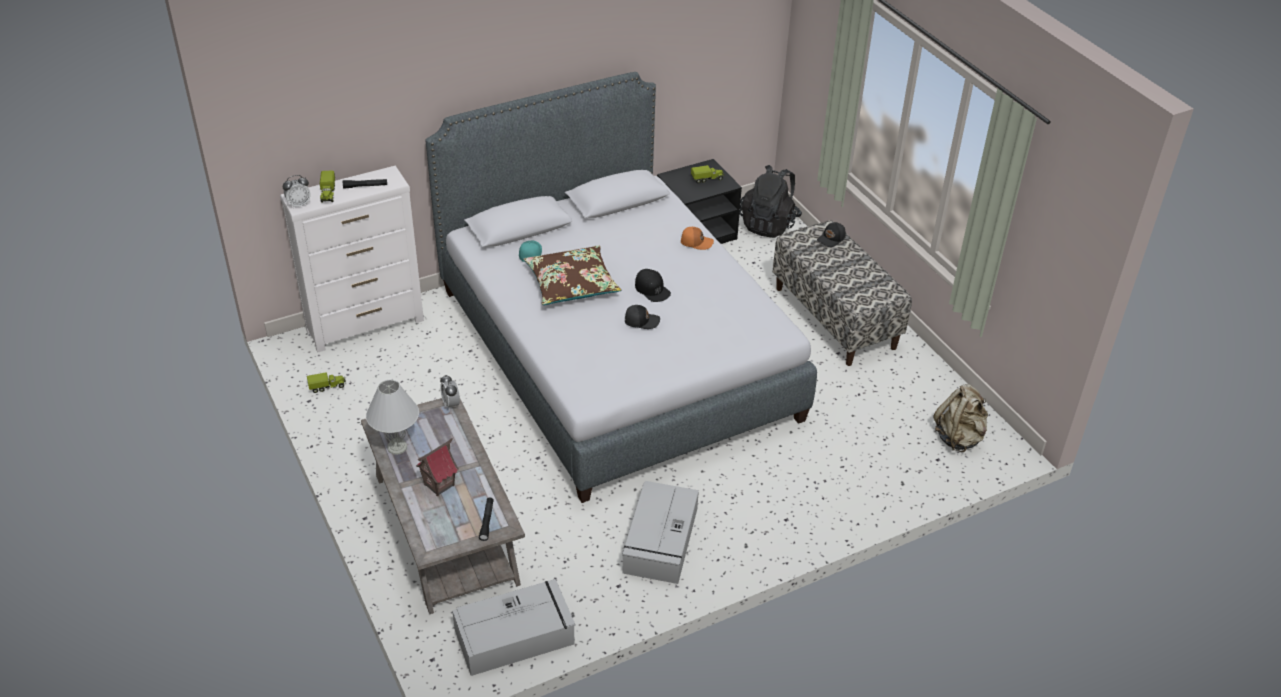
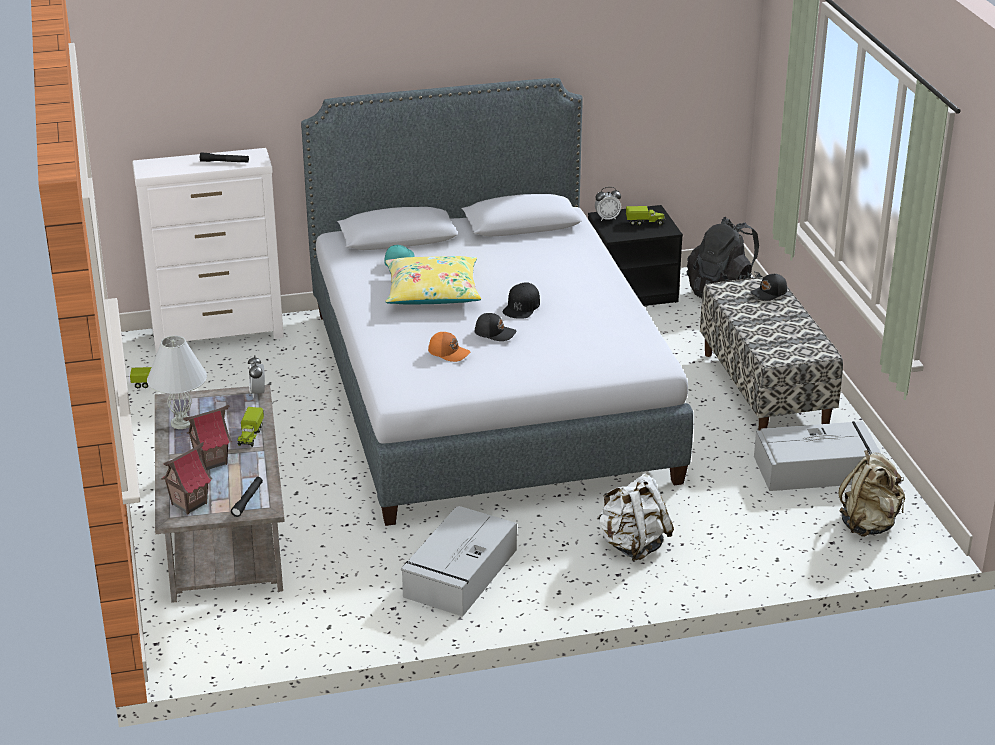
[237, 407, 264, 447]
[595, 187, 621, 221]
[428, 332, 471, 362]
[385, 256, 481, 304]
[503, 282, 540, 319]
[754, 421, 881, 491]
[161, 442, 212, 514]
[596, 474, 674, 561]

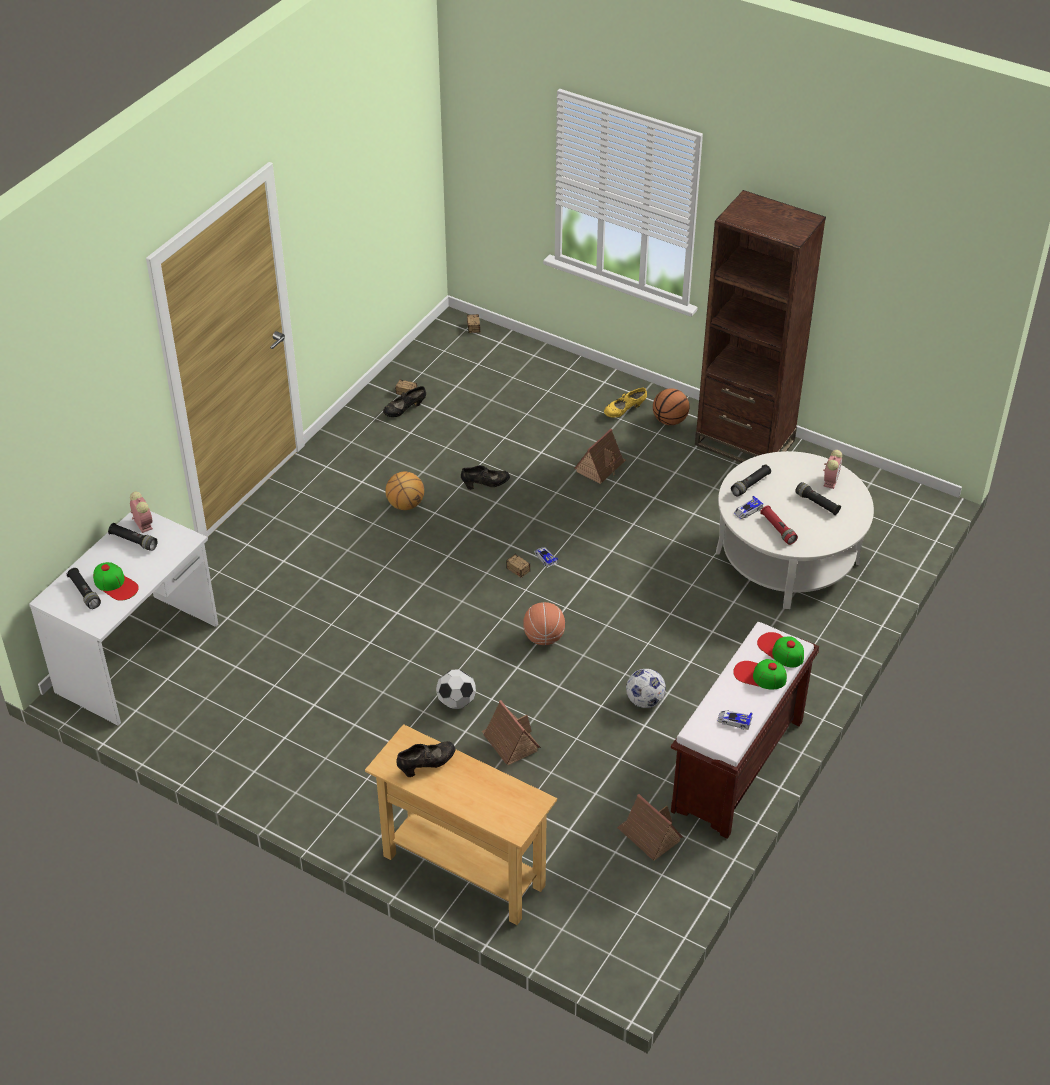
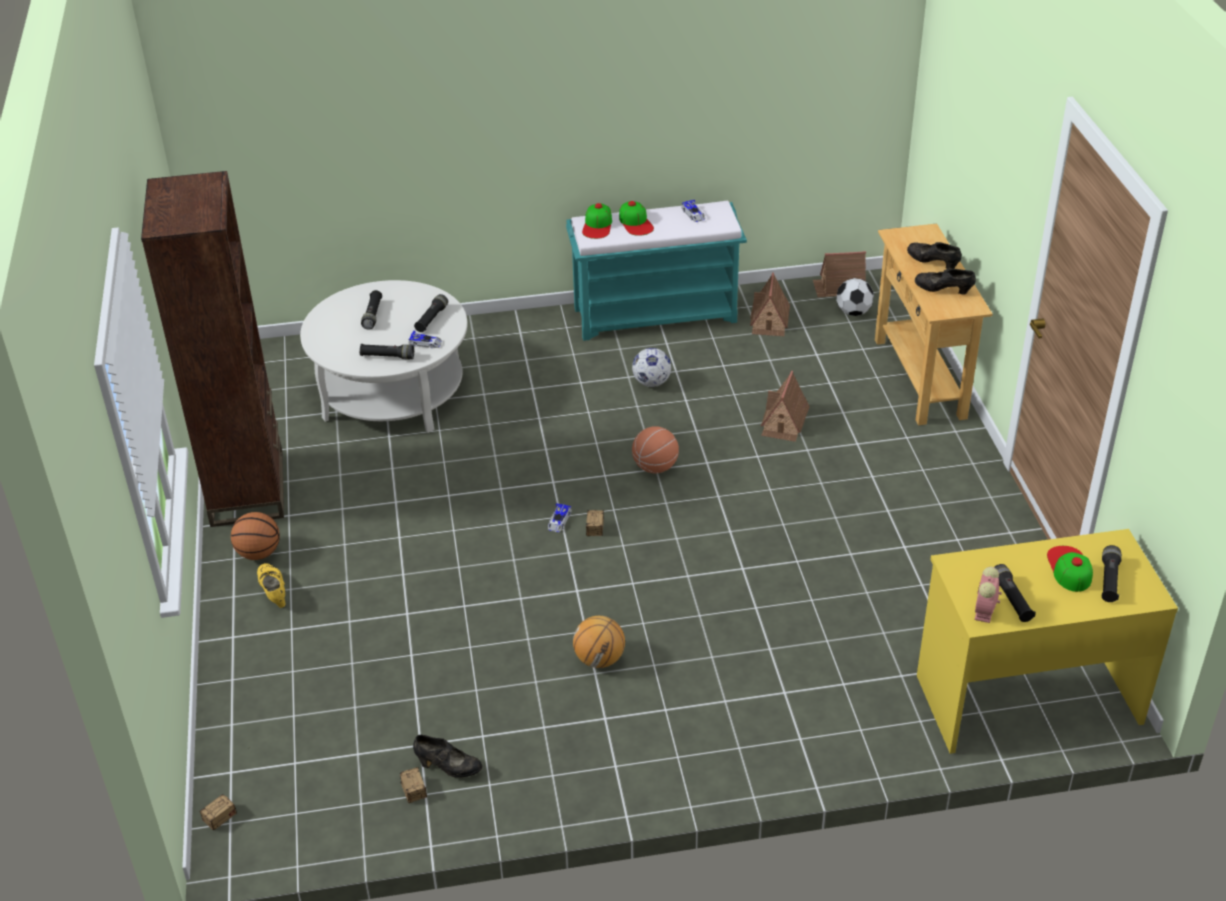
[257, 563, 286, 608]
[813, 251, 866, 297]
[823, 450, 842, 489] (first image)
[907, 242, 962, 269]
[414, 294, 448, 332]
[917, 529, 1178, 754]
[566, 201, 747, 341]
[836, 278, 874, 316]

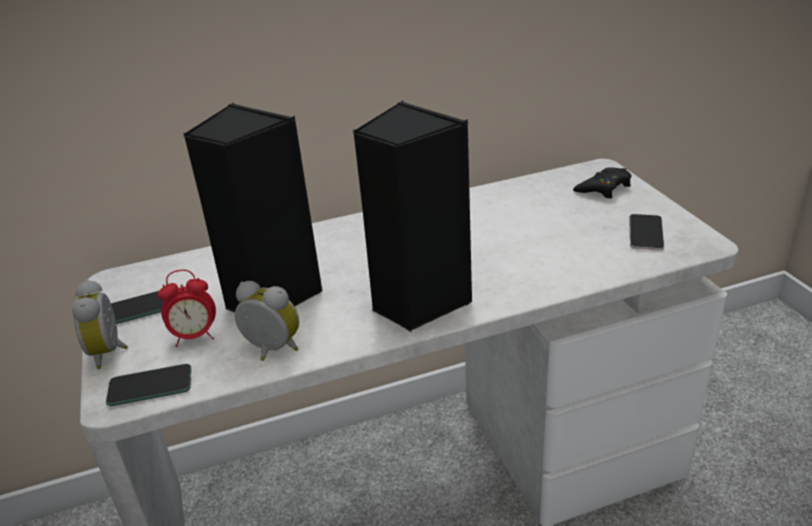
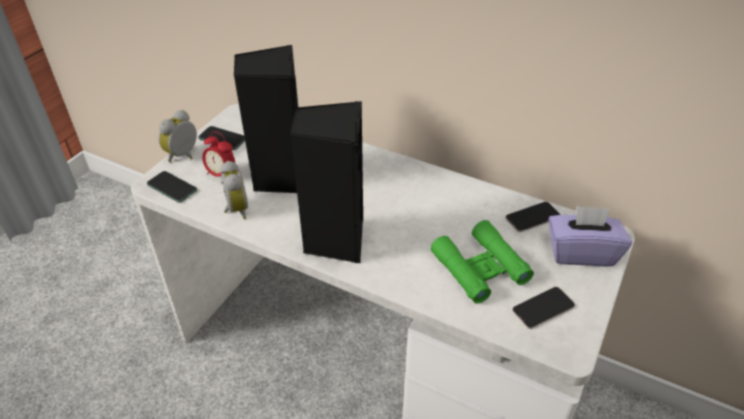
[548, 206, 632, 266]
[505, 202, 561, 232]
[431, 220, 534, 304]

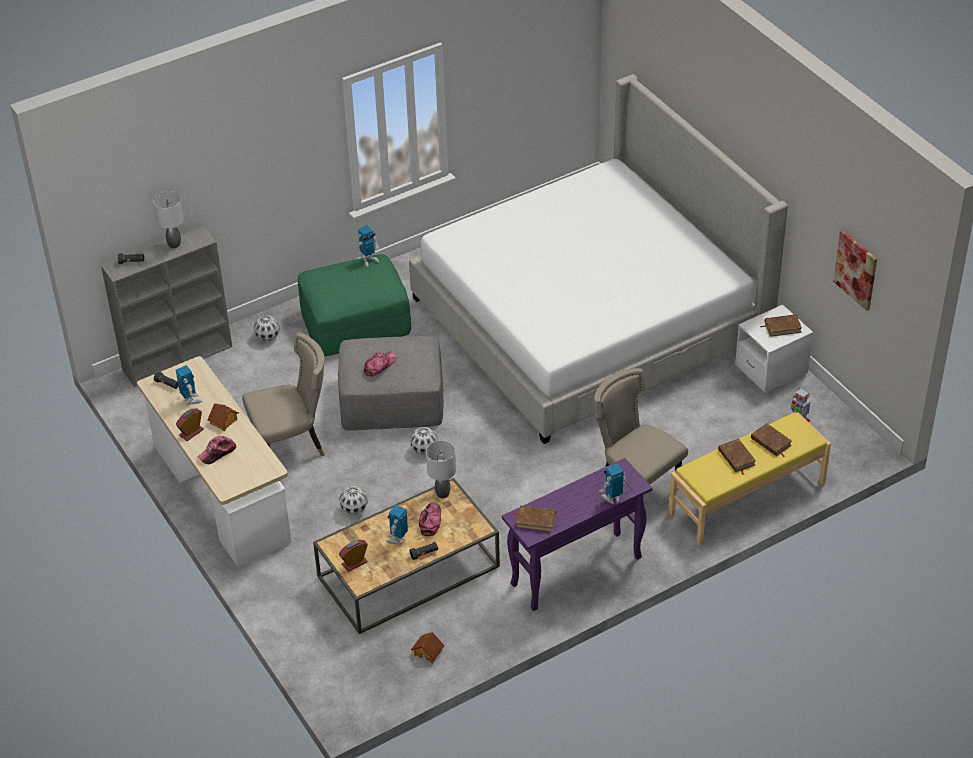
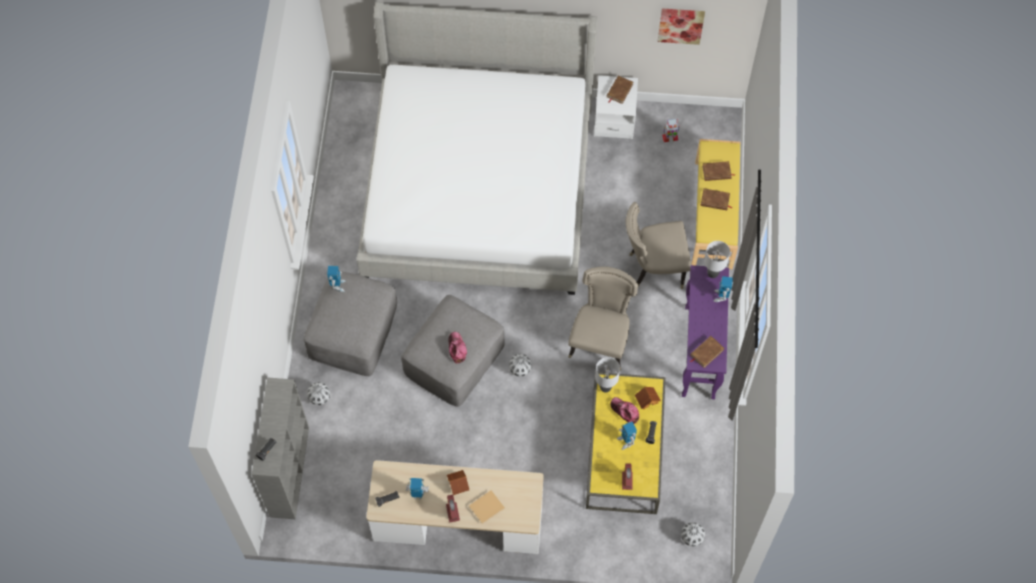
[704, 241, 730, 278]
[304, 271, 397, 376]
[568, 266, 638, 371]
[469, 490, 505, 525]
[586, 372, 666, 514]
[681, 522, 705, 547]
[635, 387, 661, 410]

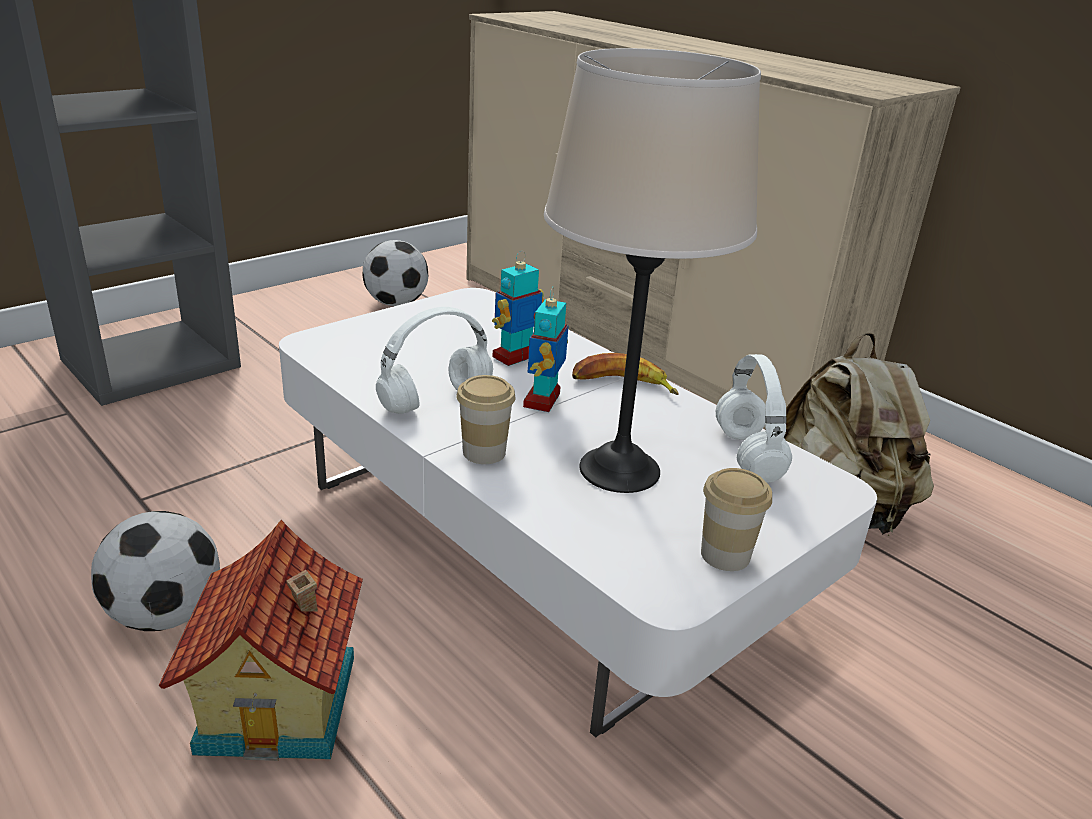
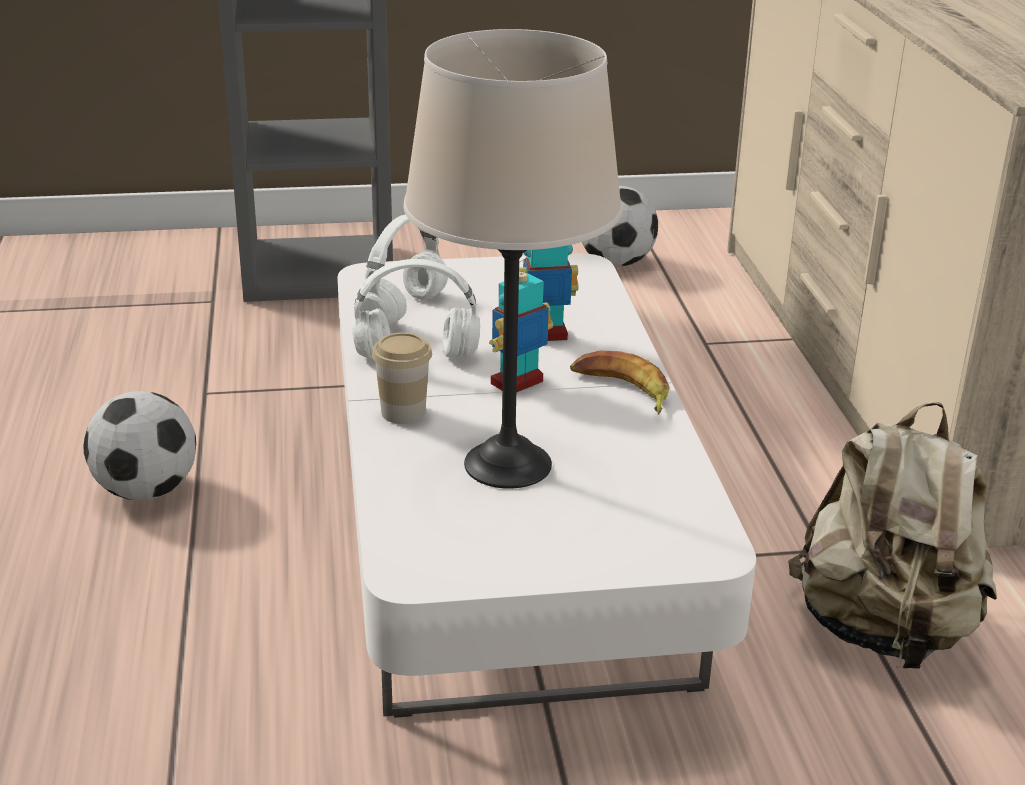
[360, 214, 448, 325]
[701, 468, 772, 571] (first image)
[159, 520, 363, 761] (first image)

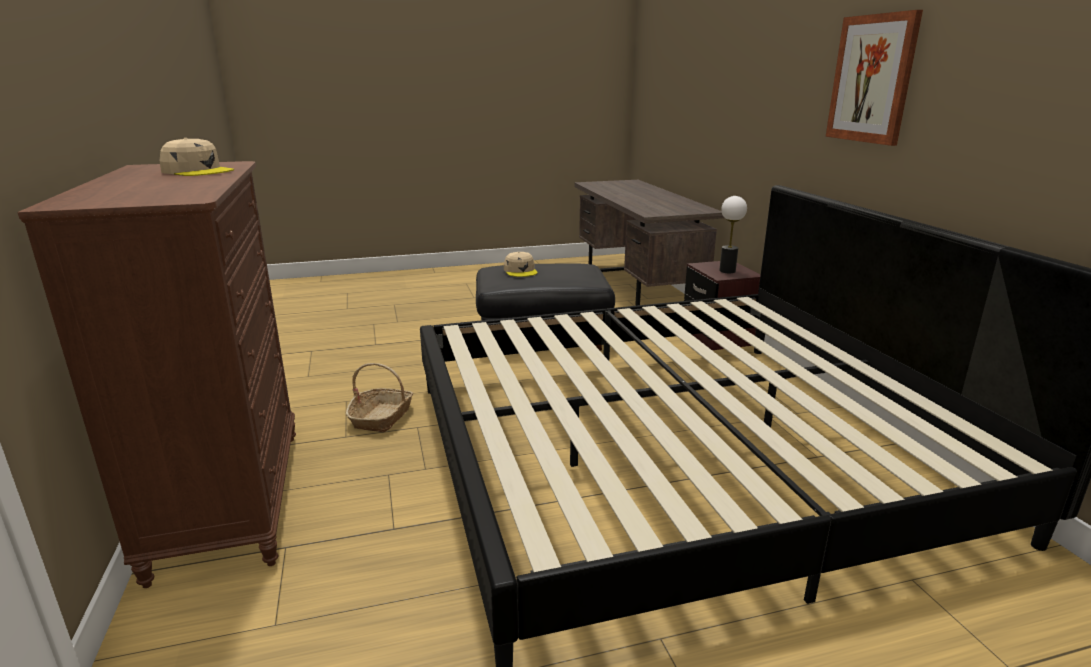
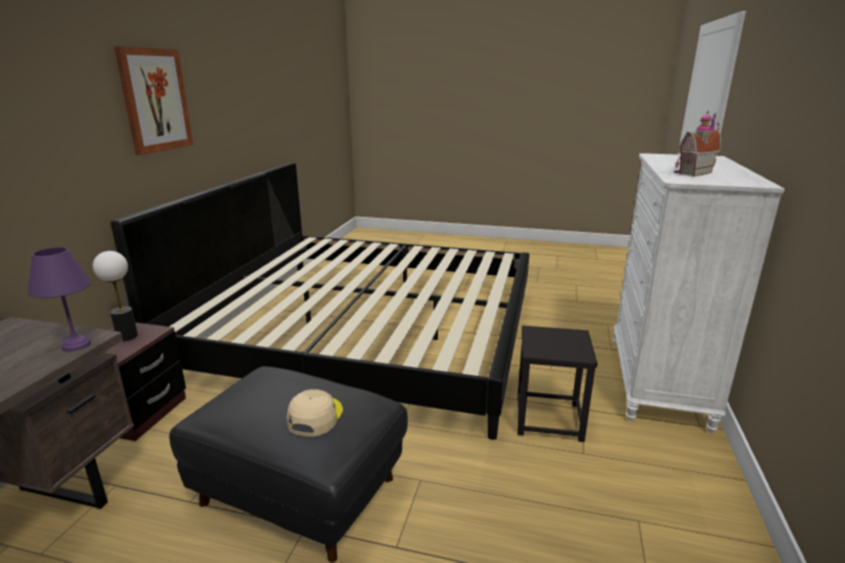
[675, 110, 721, 177]
[613, 153, 785, 433]
[517, 326, 597, 442]
[28, 247, 91, 352]

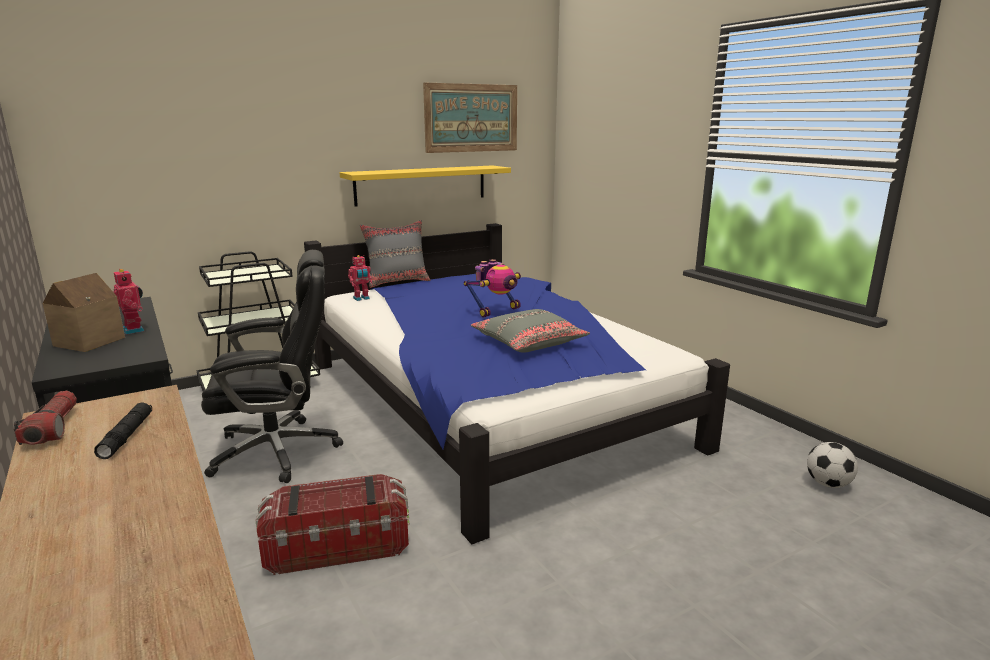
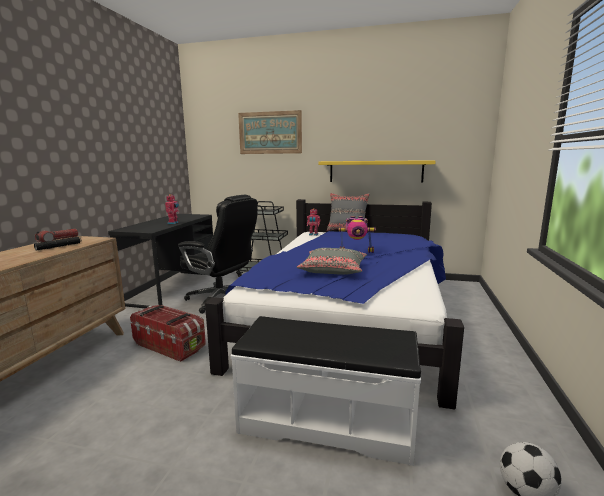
[238, 110, 302, 154]
[42, 273, 125, 352] (first image)
[231, 316, 421, 466]

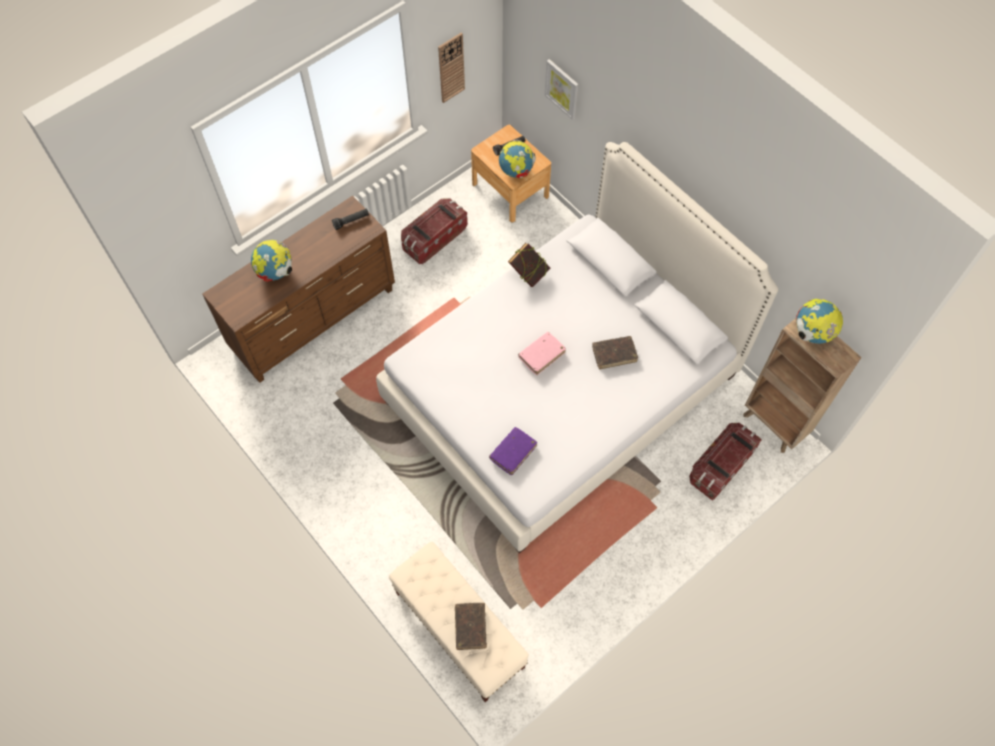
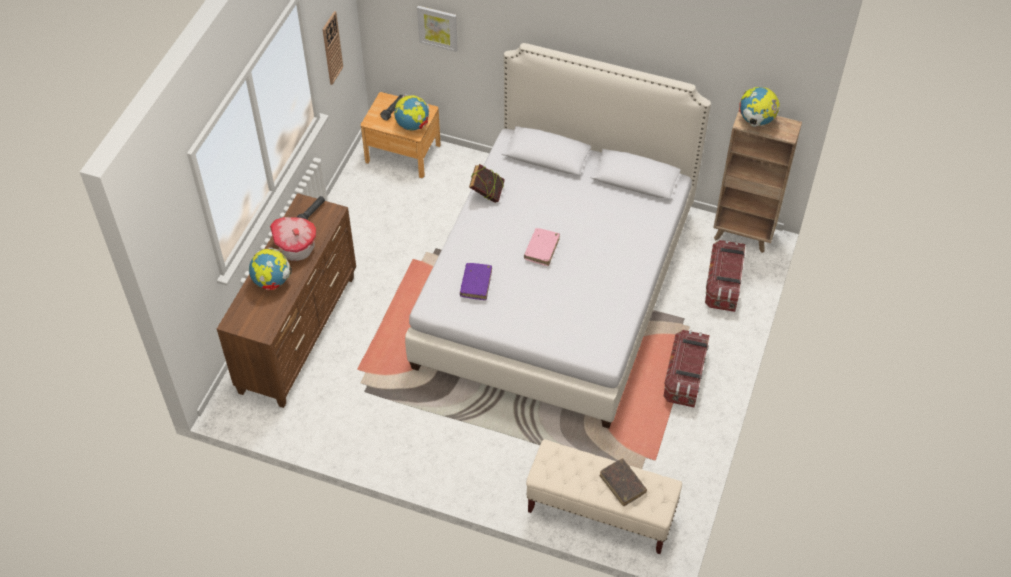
[664, 330, 710, 408]
[592, 336, 638, 370] (first image)
[460, 263, 492, 300]
[270, 217, 316, 261]

